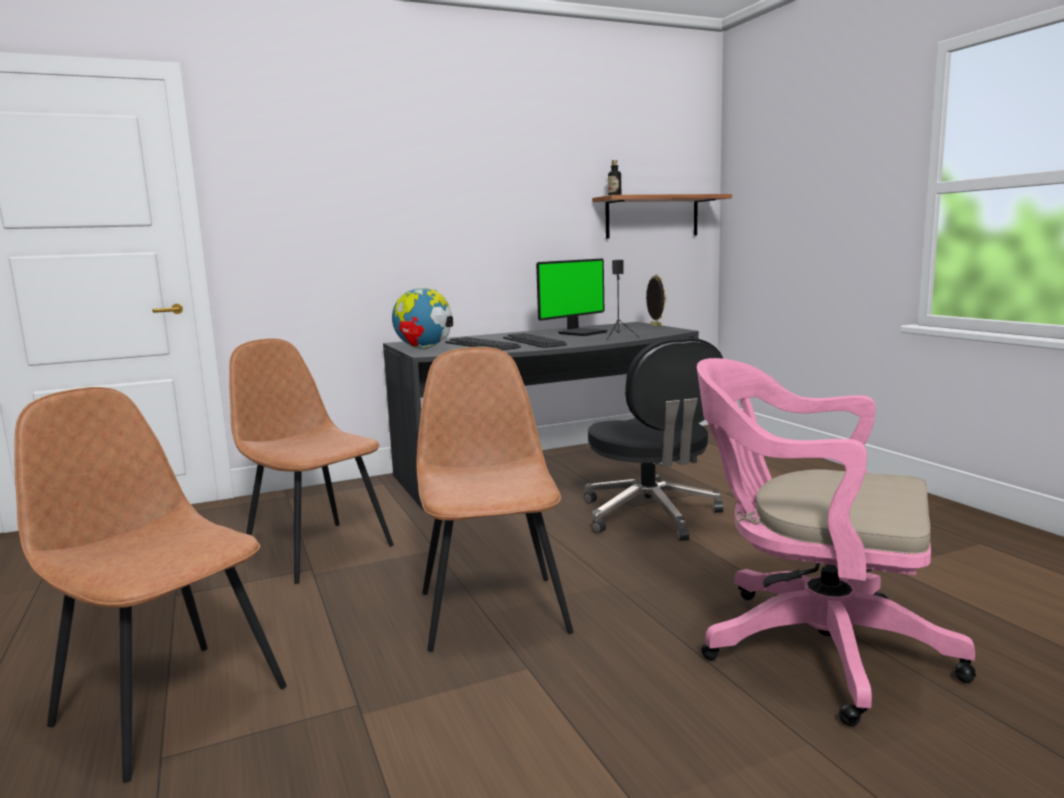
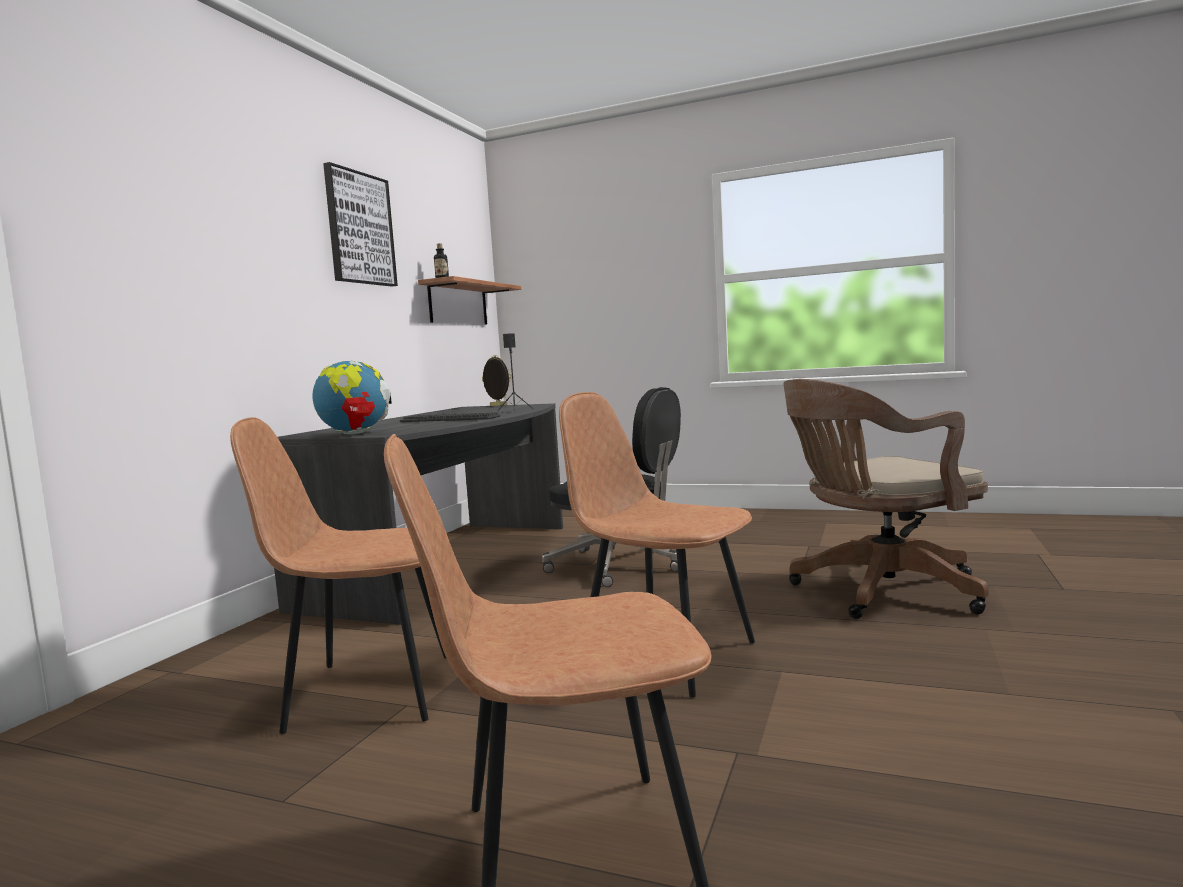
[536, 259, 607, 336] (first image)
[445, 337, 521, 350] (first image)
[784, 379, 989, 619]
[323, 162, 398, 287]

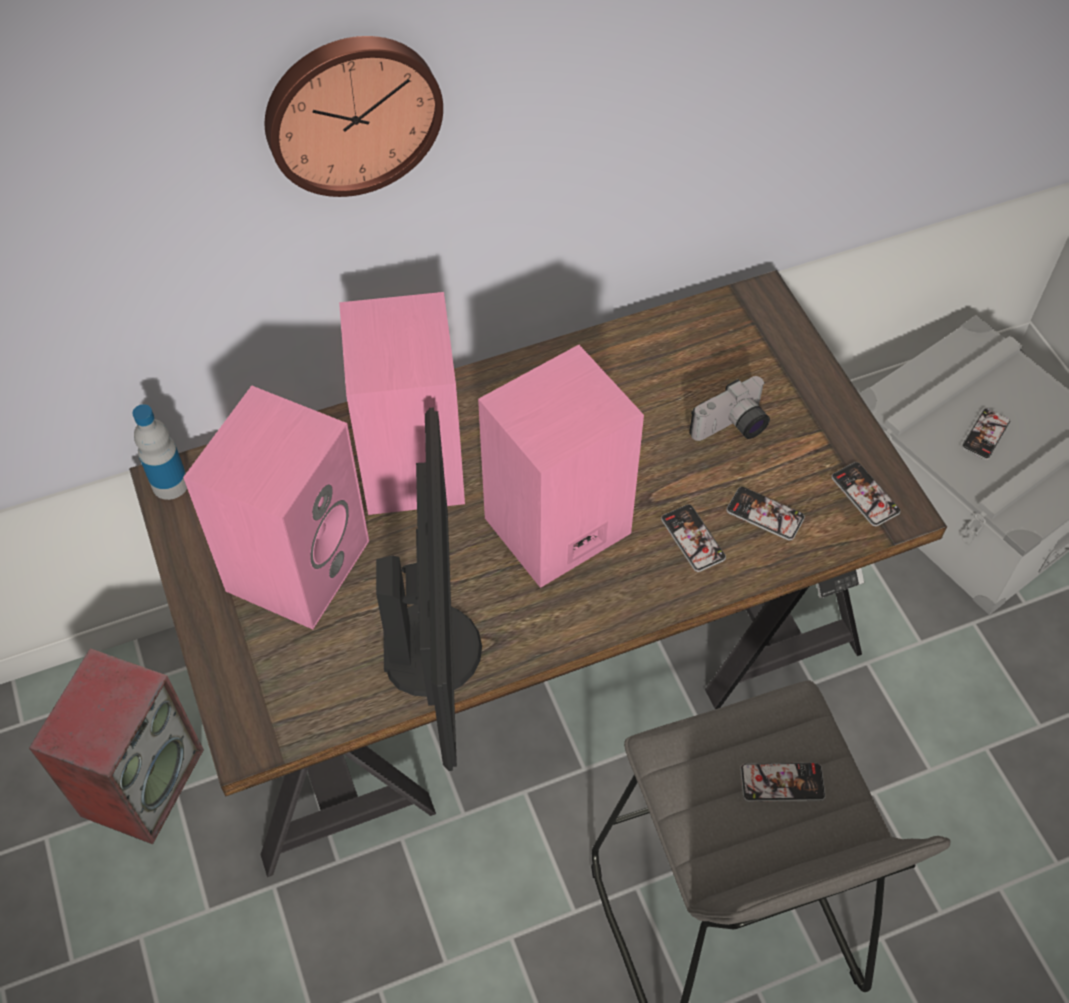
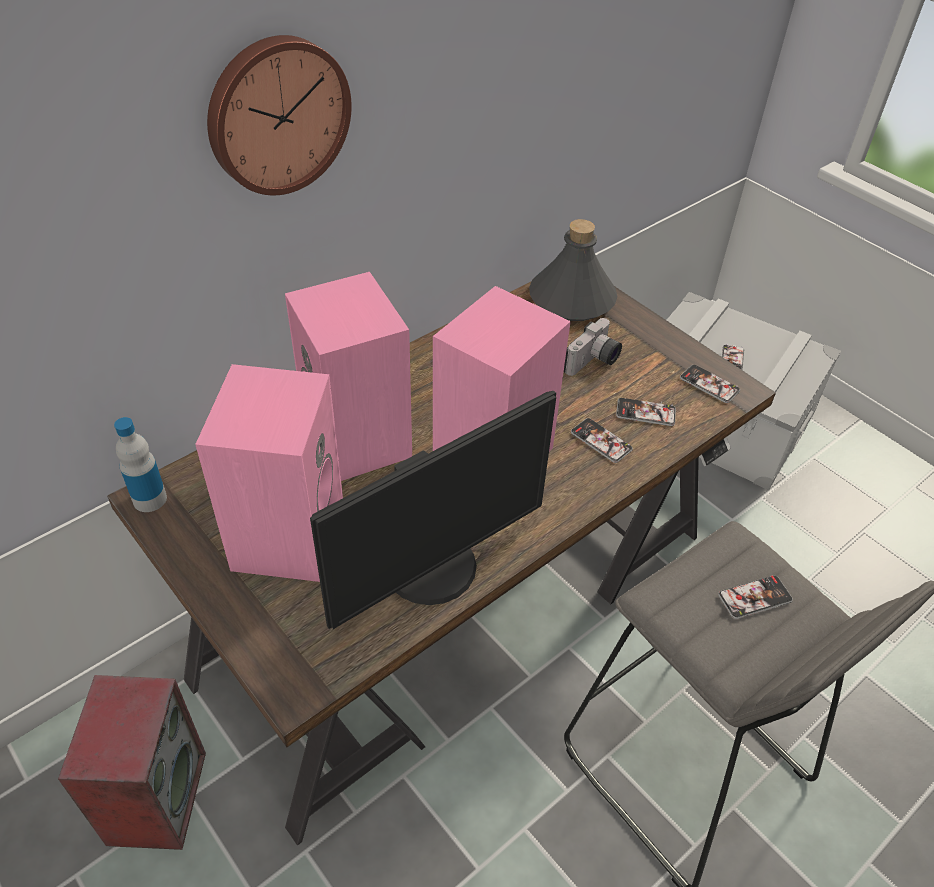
[310, 391, 556, 629]
[529, 219, 617, 321]

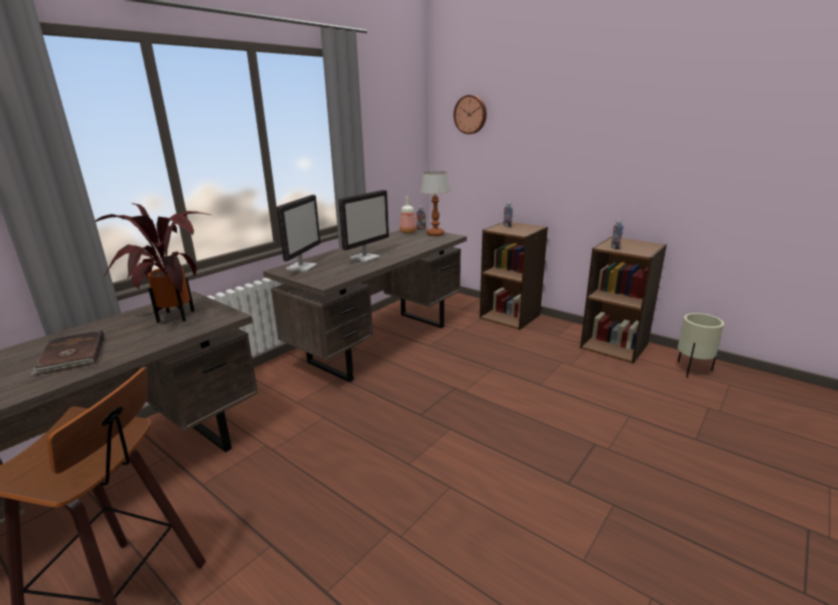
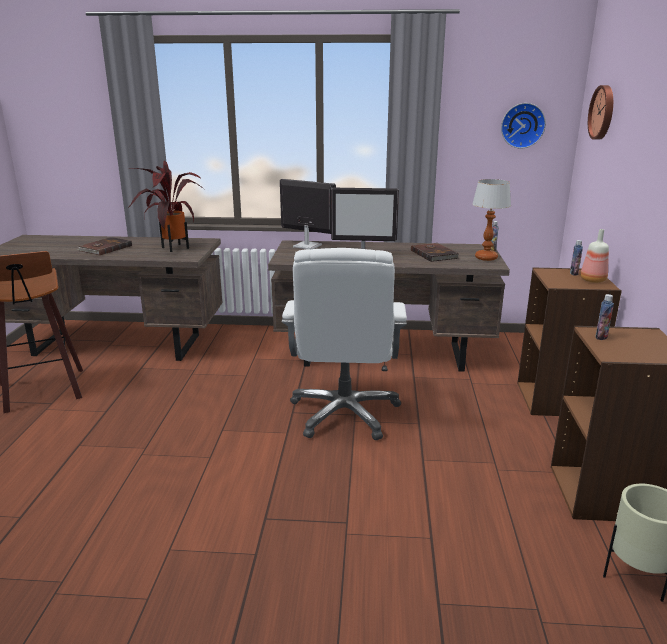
[280, 179, 336, 249]
[580, 229, 609, 283]
[501, 103, 546, 149]
[411, 243, 459, 262]
[282, 248, 407, 440]

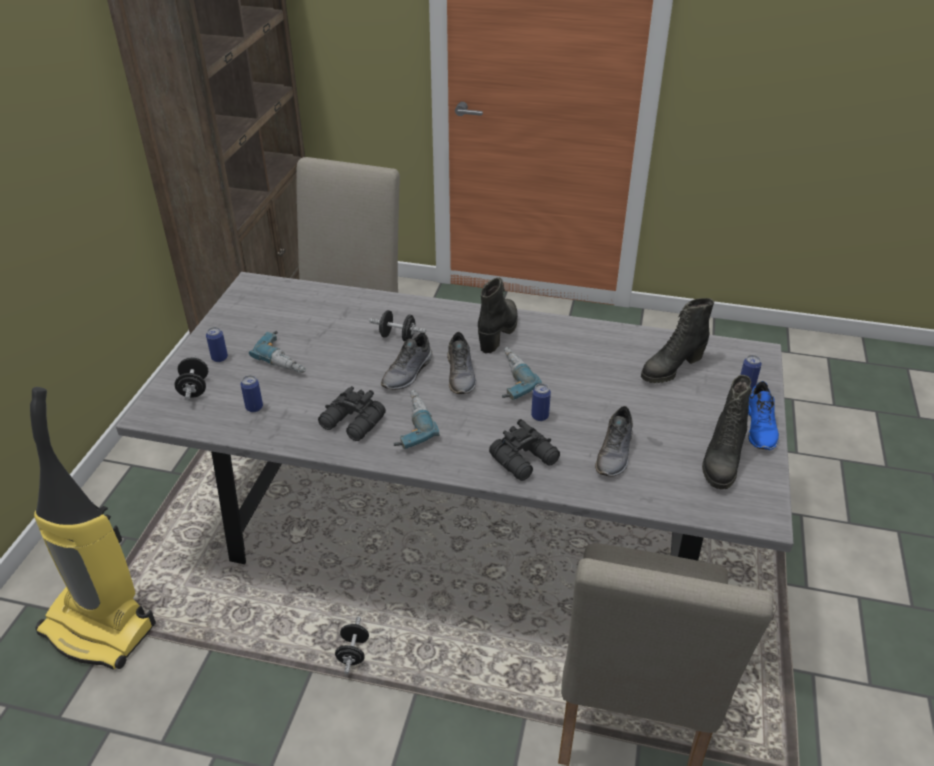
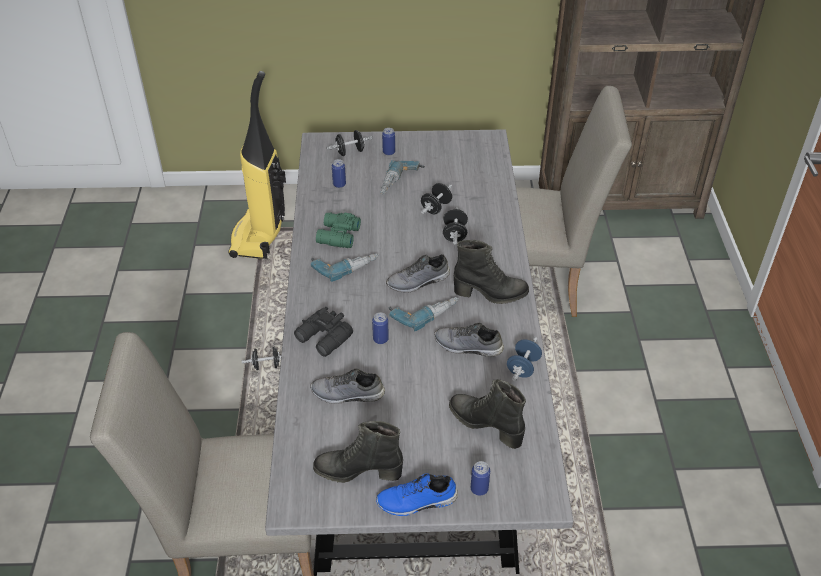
[434, 323, 504, 357]
[316, 212, 361, 248]
[421, 183, 452, 214]
[507, 337, 542, 381]

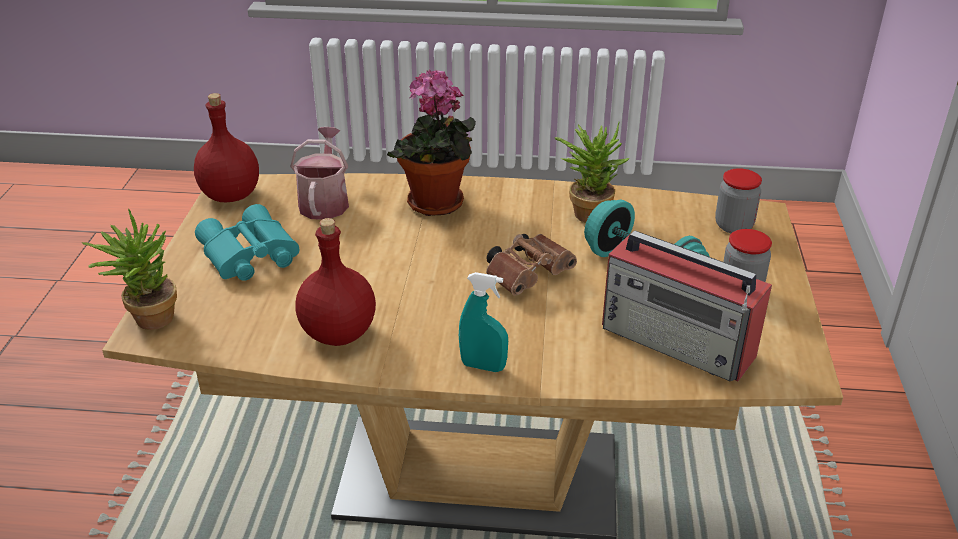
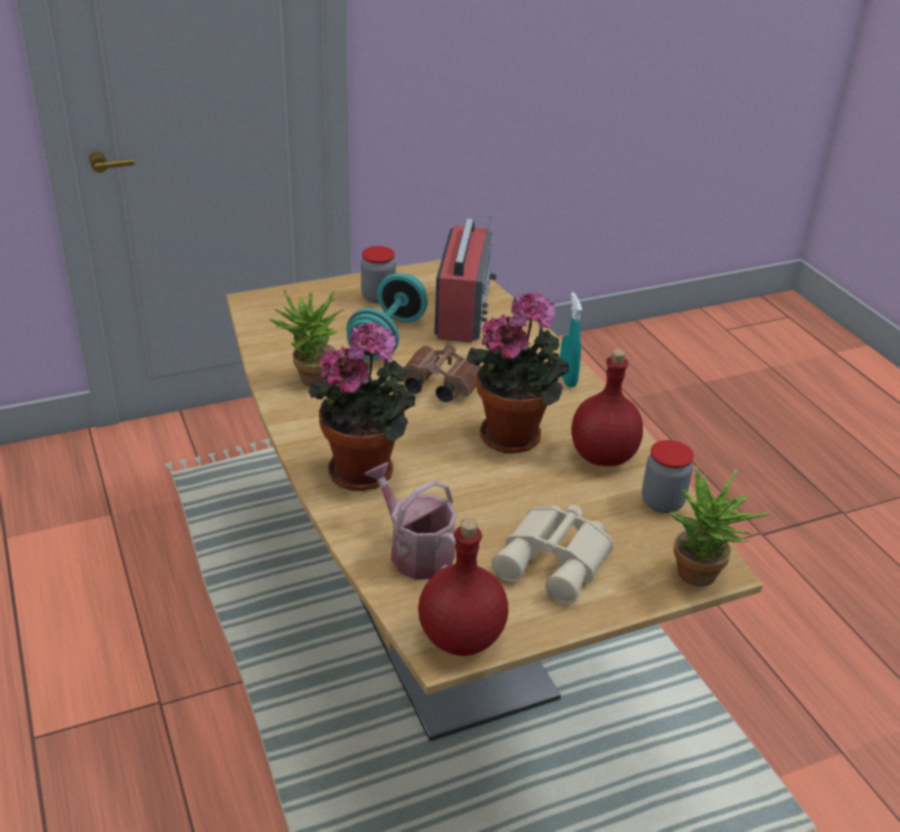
[365, 462, 457, 580]
[642, 440, 694, 513]
[492, 505, 613, 605]
[467, 291, 569, 453]

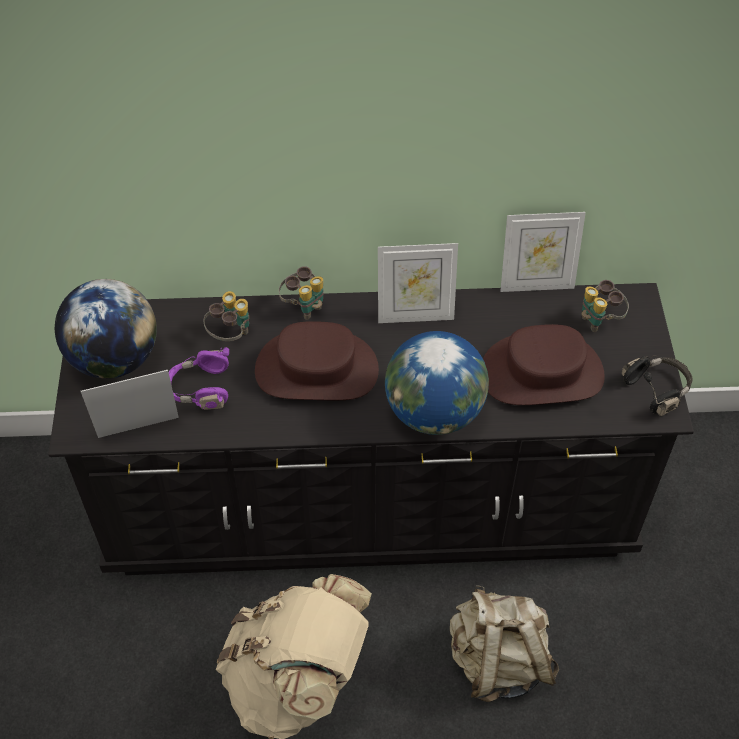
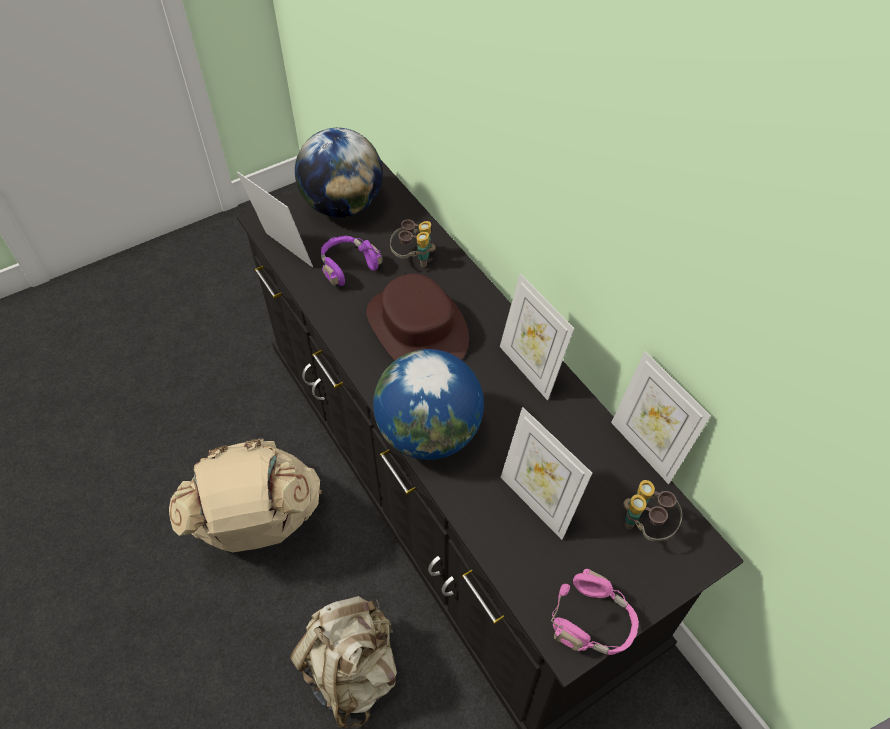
[279, 266, 324, 320] (first image)
[501, 407, 592, 540]
[551, 569, 639, 655]

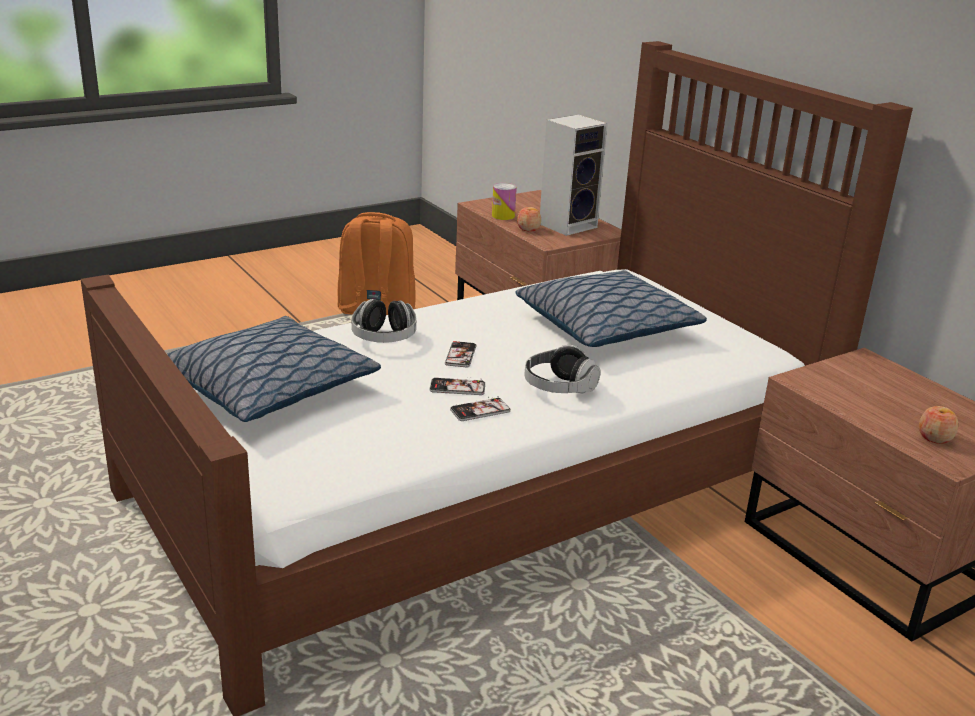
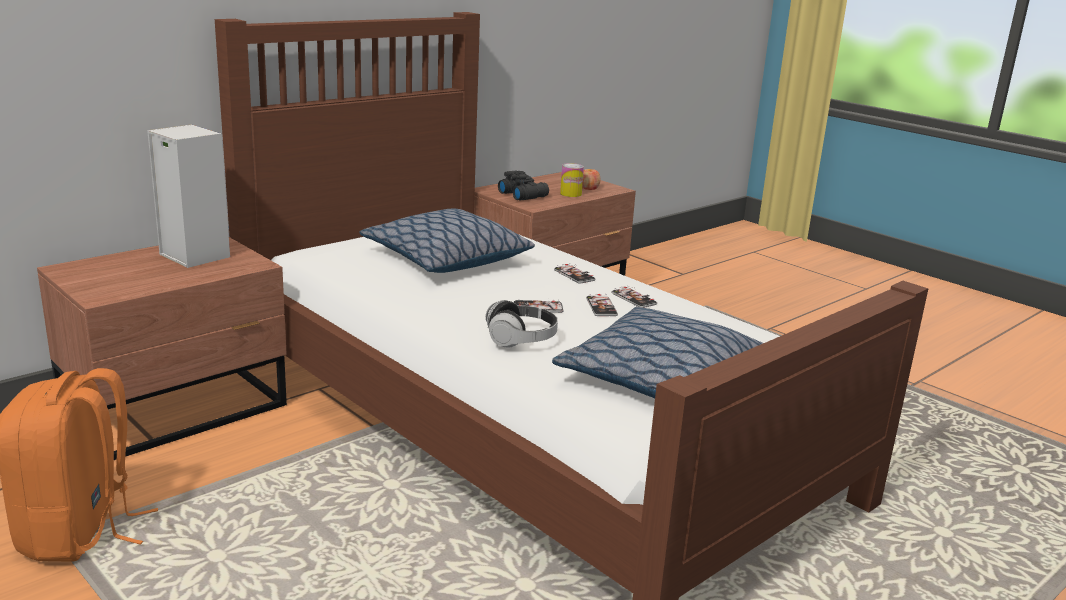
[560, 163, 584, 197]
[517, 207, 541, 232] (first image)
[554, 263, 596, 283]
[498, 170, 549, 200]

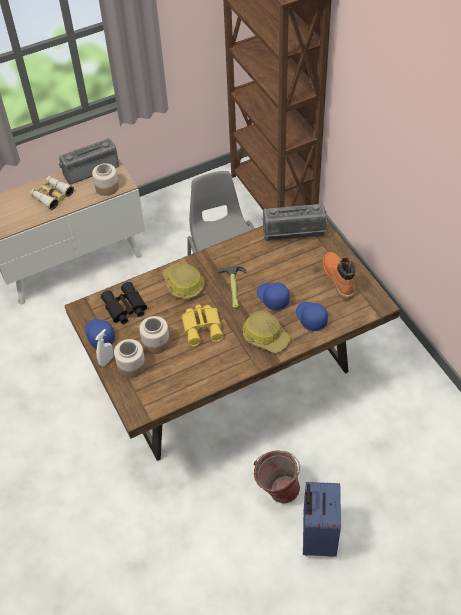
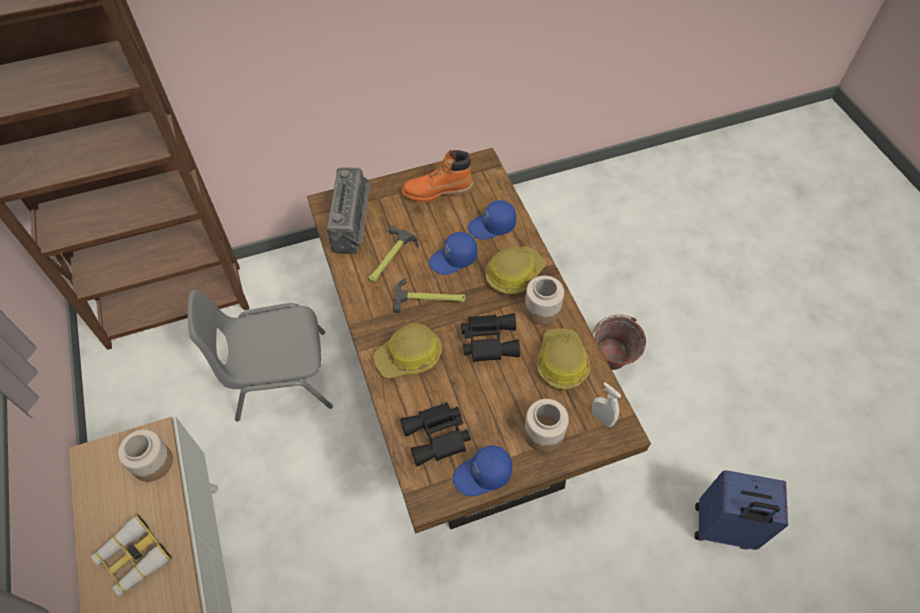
[59, 138, 119, 184] (first image)
[461, 313, 520, 362]
[524, 276, 564, 325]
[592, 383, 621, 427]
[695, 470, 788, 550]
[368, 226, 418, 283]
[537, 329, 590, 390]

